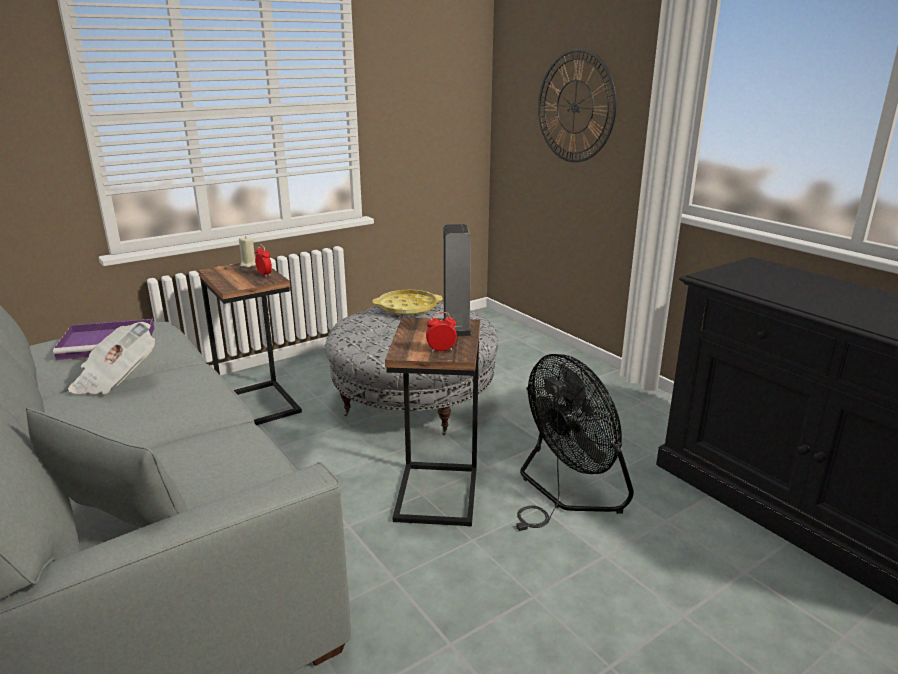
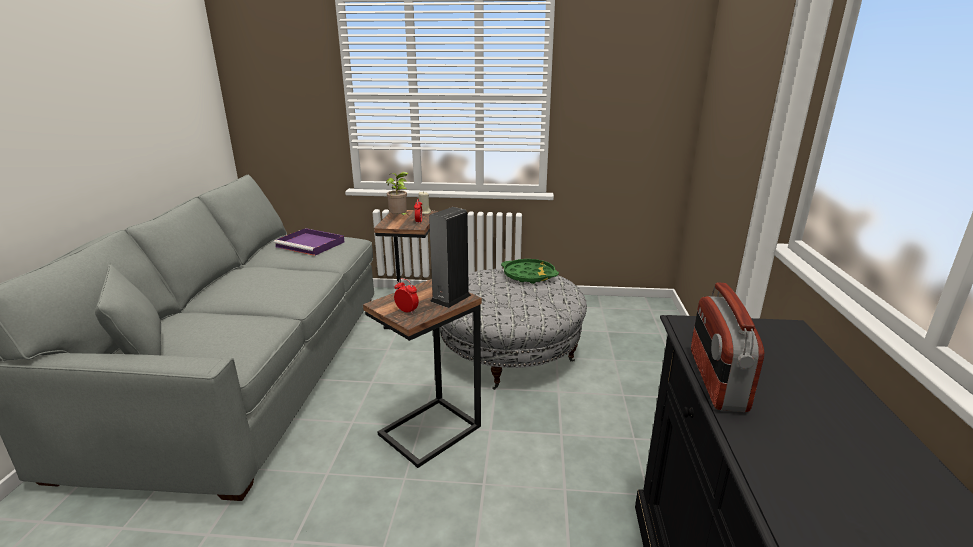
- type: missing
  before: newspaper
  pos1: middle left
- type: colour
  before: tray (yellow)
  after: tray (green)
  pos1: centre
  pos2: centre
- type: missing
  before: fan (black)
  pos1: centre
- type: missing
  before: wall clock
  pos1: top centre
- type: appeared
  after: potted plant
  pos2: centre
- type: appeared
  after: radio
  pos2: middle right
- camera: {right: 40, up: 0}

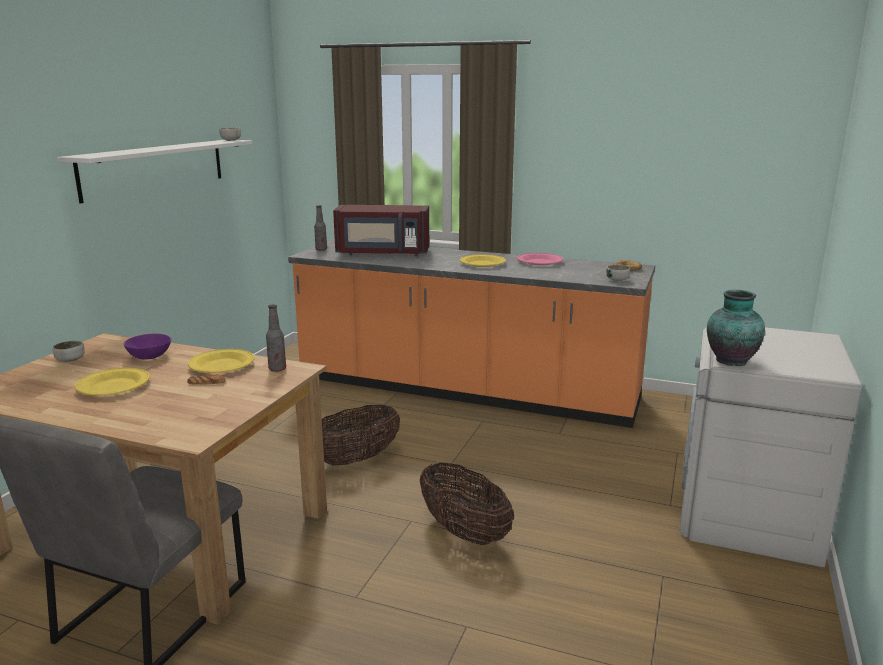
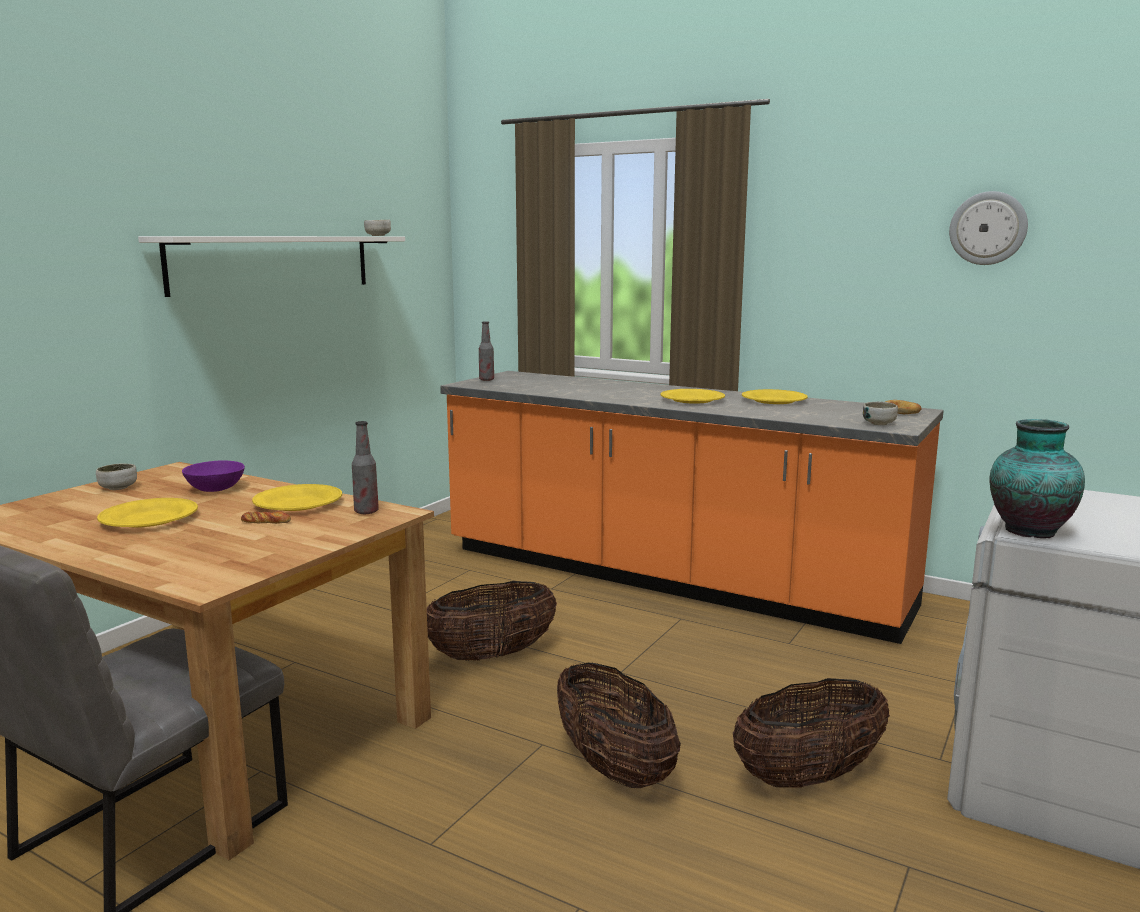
- type: missing
  before: microwave (red)
  pos1: centre
- type: colour
  before: plate (pink)
  after: plate (yellow) (no. 4 from left)
  pos1: centre
  pos2: middle right
- type: appeared
  after: basket (no. 3 from left)
  pos2: bottom right
- type: appeared
  after: wall clock
  pos2: top right
- camera: {right: 10, up: -5}

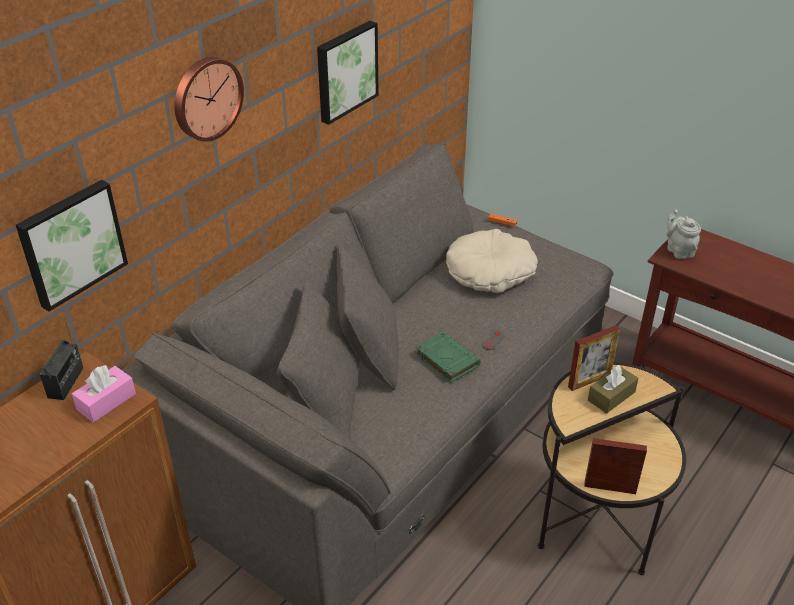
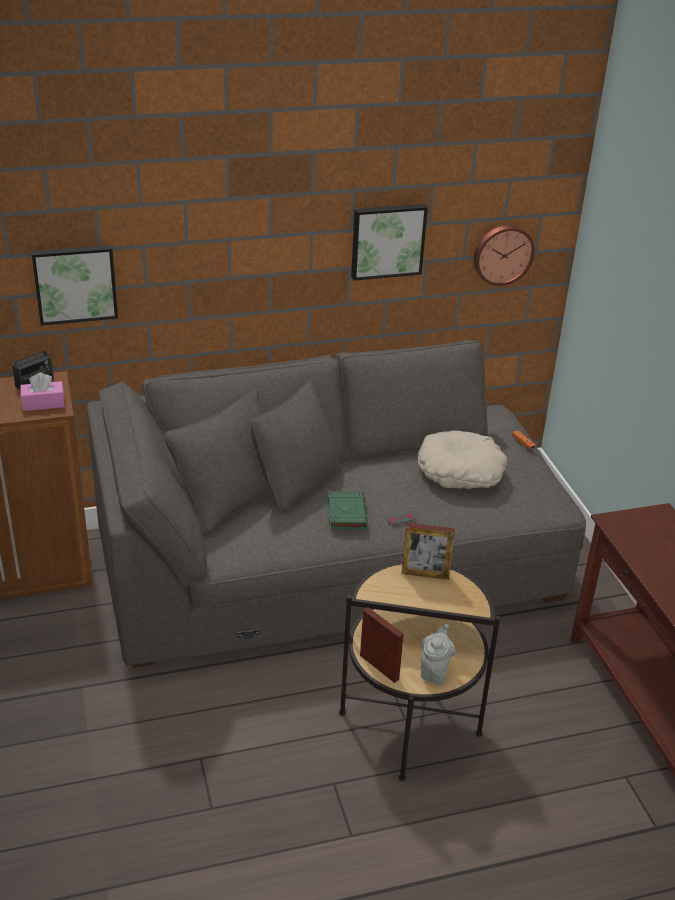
- type: relocated
  before: wall clock
  pos1: top left
  pos2: top right
- type: missing
  before: tissue box (brown)
  pos1: middle right
- type: relocated
  before: teapot (grey)
  pos1: middle right
  pos2: bottom centre
- camera: {right: 35, up: -5}

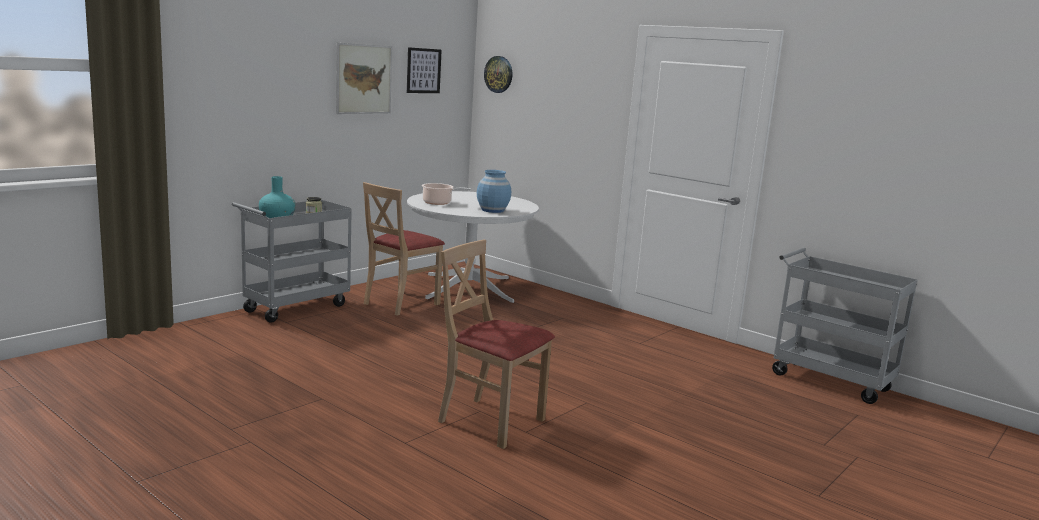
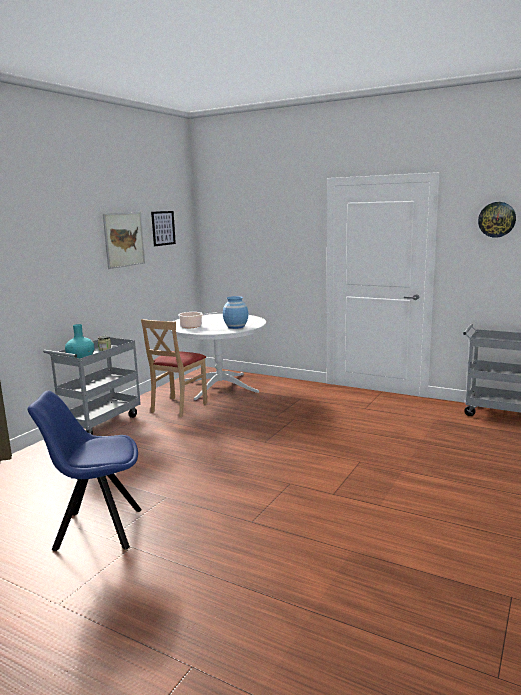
- type: missing
  before: chair (beige) (no. 2 from left)
  pos1: centre
- type: relocated
  before: wall clock
  pos1: top centre
  pos2: top right
- type: appeared
  after: chair (blue)
  pos2: bottom left
- camera: {right: -10, up: 0}

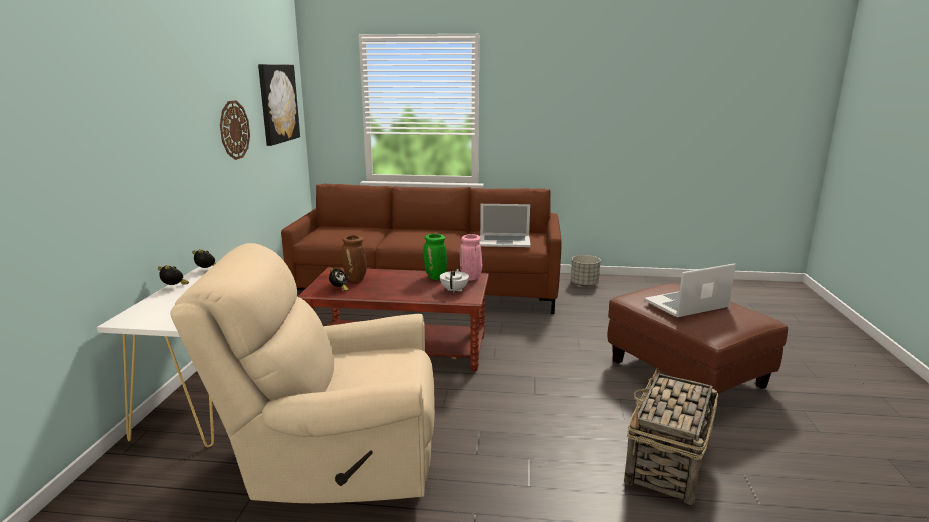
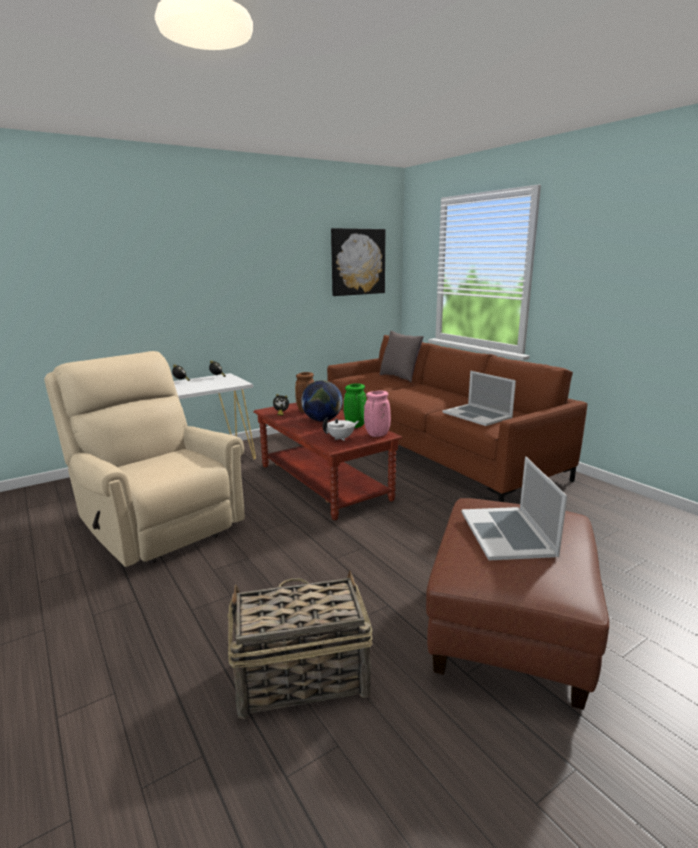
- type: missing
  before: wall clock
  pos1: top left
- type: missing
  before: planter (grey)
  pos1: centre
- type: spun
  before: laptop (no. 2 from left)
  pos1: middle right
  pos2: middle right
  turn: -120
- type: appeared
  after: globe
  pos2: centre
- type: appeared
  after: pillow (grey)
  pos2: centre
- camera: {right: 50, up: 0}

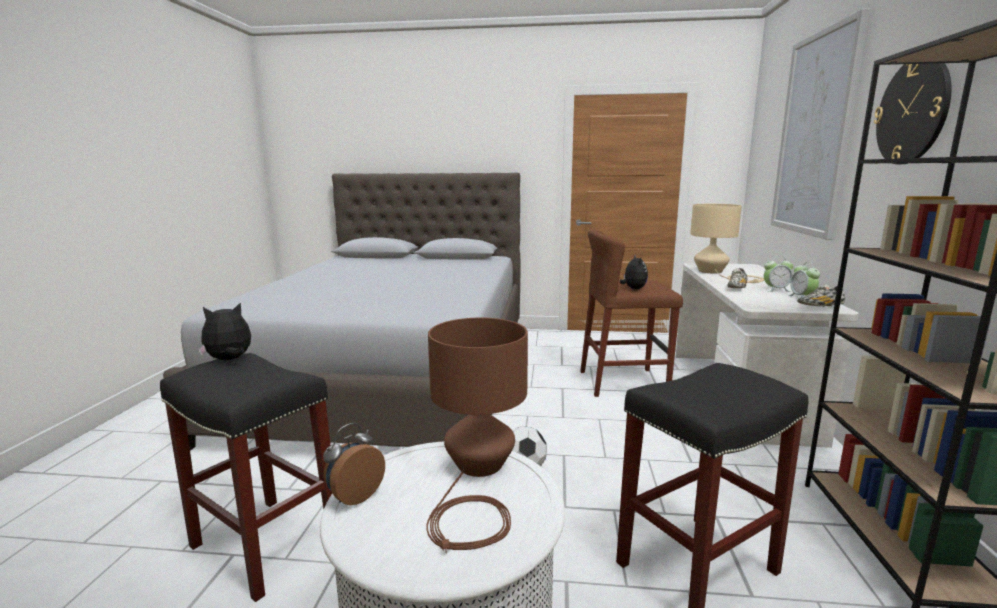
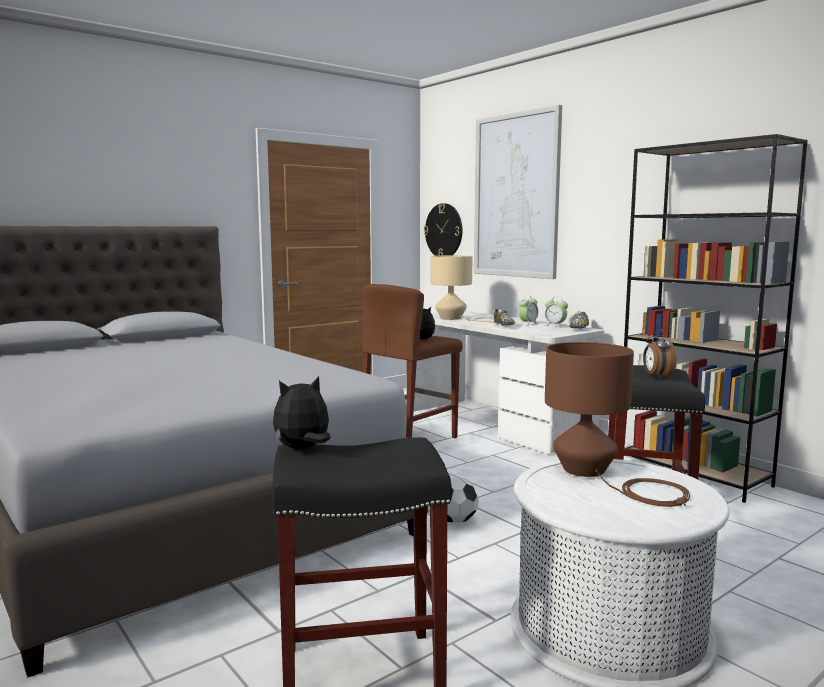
- type: spun
  before: plush toy (no. 1 from left)
  pos1: middle left
  pos2: centre
  turn: 45
- type: relocated
  before: alarm clock (no. 1 from left in the first image)
  after: alarm clock (no. 3 from left)
  pos1: bottom centre
  pos2: middle right
- type: relocated
  before: wall clock
  pos1: top right
  pos2: centre
- camera: {right: -45, up: -5}

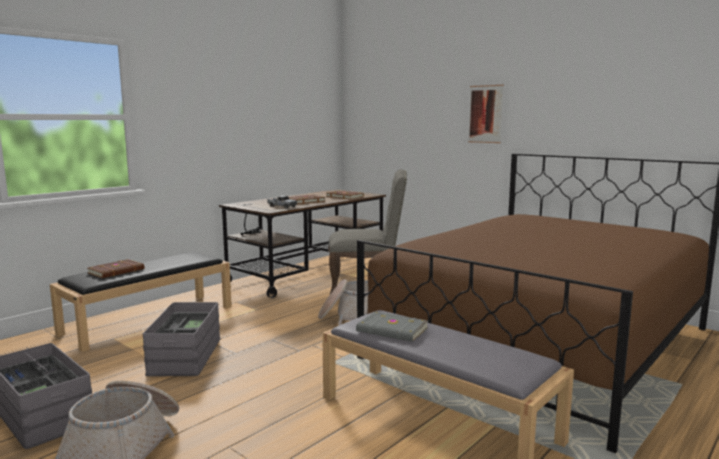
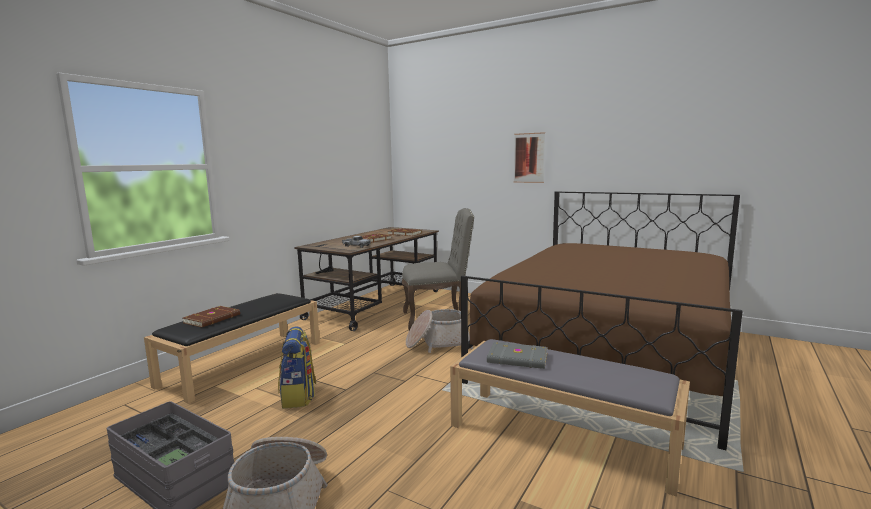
- type: exchanged
  before: storage box (grey) (no. 2 from left)
  after: backpack
  pos1: bottom left
  pos2: bottom centre
- camera: {right: -10, up: 0}

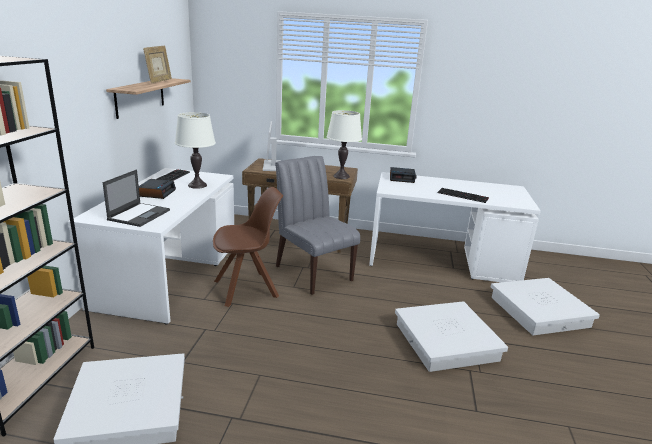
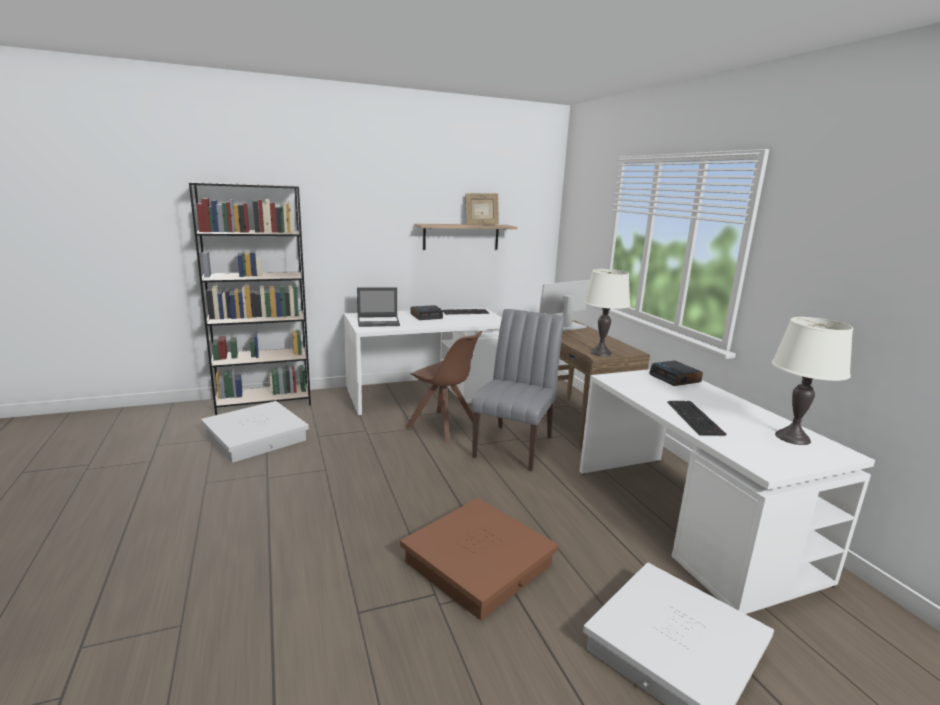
- type: relocated
  before: table lamp (white) (no. 1 from left in the first image)
  after: table lamp (white) (no. 2 from left)
  pos1: middle left
  pos2: middle right
- type: colour
  before: storage box (white) (no. 2 from left)
  after: storage box (brown)
  pos1: bottom right
  pos2: bottom centre
- camera: {right: 60, up: -5}

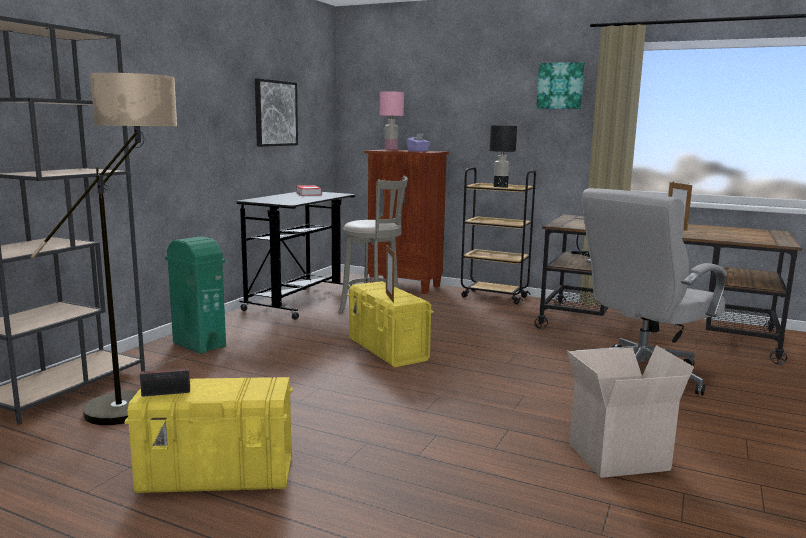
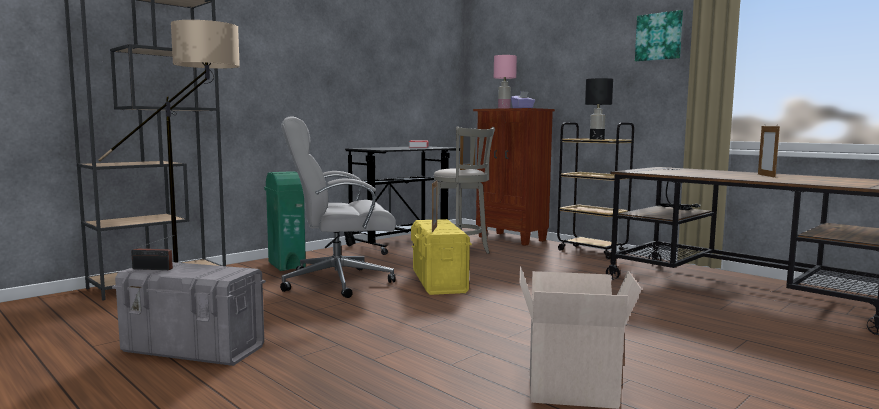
- type: colour
  before: storage box (yellow) (no. 1 from left)
  after: storage box (grey)
  pos1: bottom left
  pos2: bottom left
- type: missing
  before: picture (no. 1 from left)
  pos1: top centre
- type: relocated
  before: office chair (grey)
  pos1: middle right
  pos2: centre
- camera: {right: 20, up: -5}

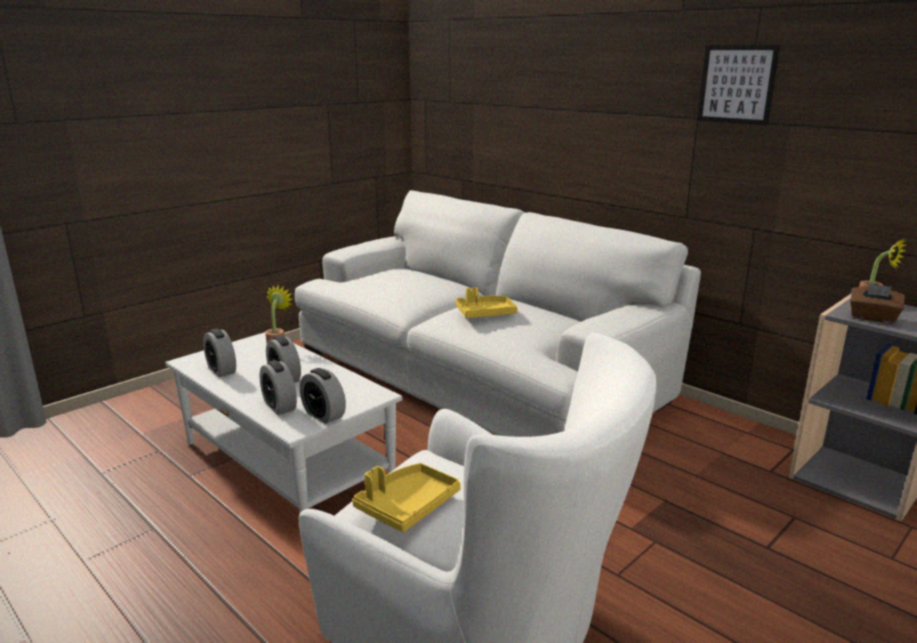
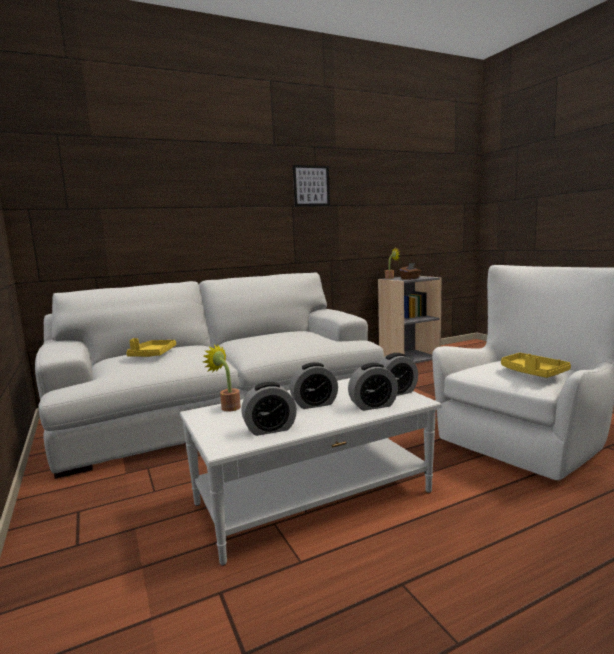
- type: relocated
  before: tray (yellow) (no. 2 from left in the first image)
  after: tray (yellow) (no. 1 from left)
  pos1: centre
  pos2: middle left
- camera: {right: -70, up: -10}

